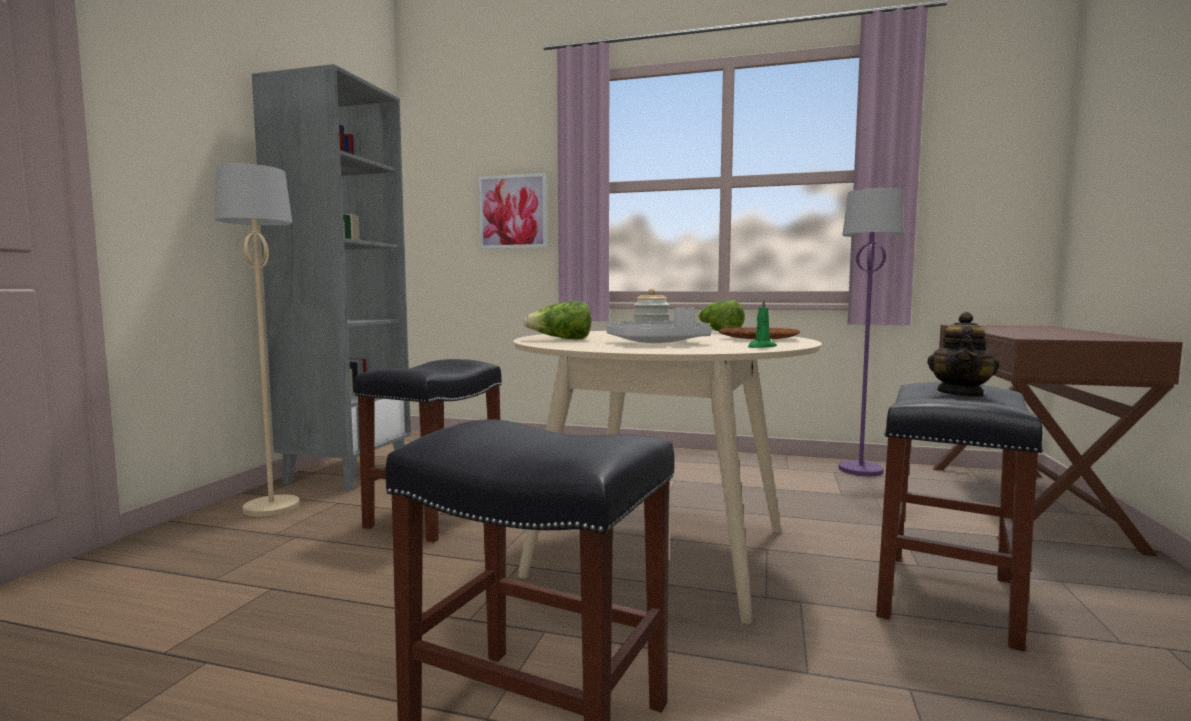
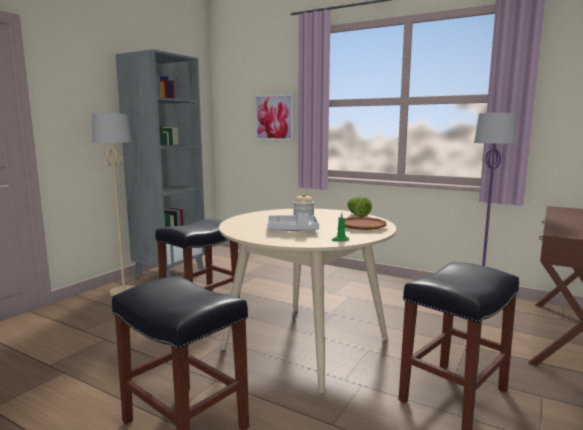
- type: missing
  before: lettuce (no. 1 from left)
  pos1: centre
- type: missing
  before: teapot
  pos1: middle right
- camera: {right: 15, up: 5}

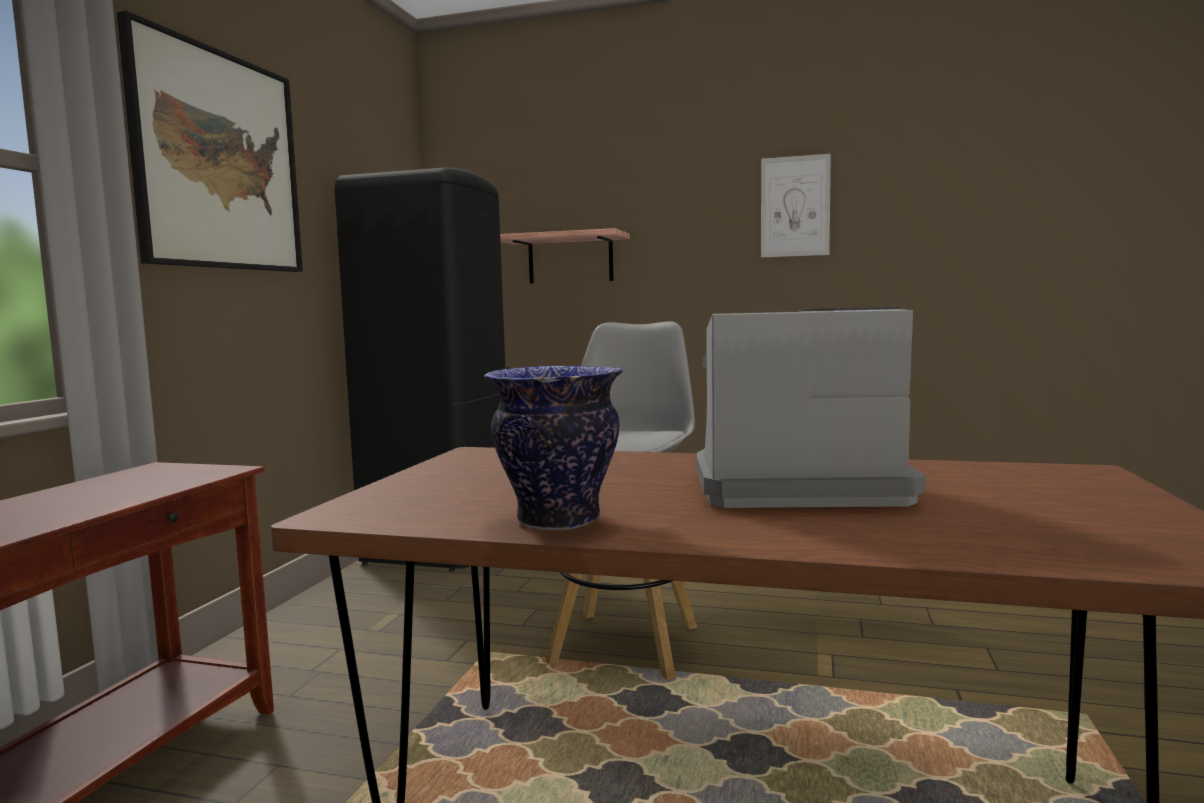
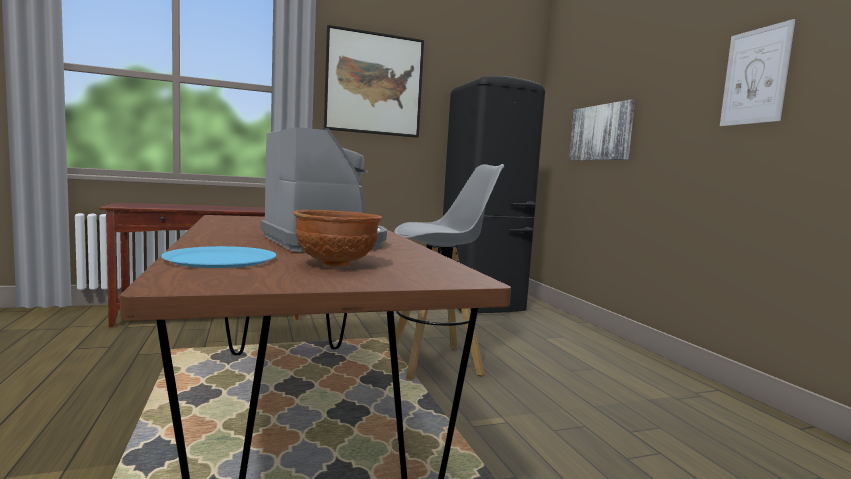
- type: missing
  before: vase
  pos1: centre
- type: exchanged
  before: shelf
  after: picture (no. 2 from left)
  pos1: top centre
  pos2: top right
- type: appeared
  after: plate (blue)
  pos2: middle left
- type: appeared
  after: bowl (brown)
  pos2: centre
- camera: {right: 55, up: 0}

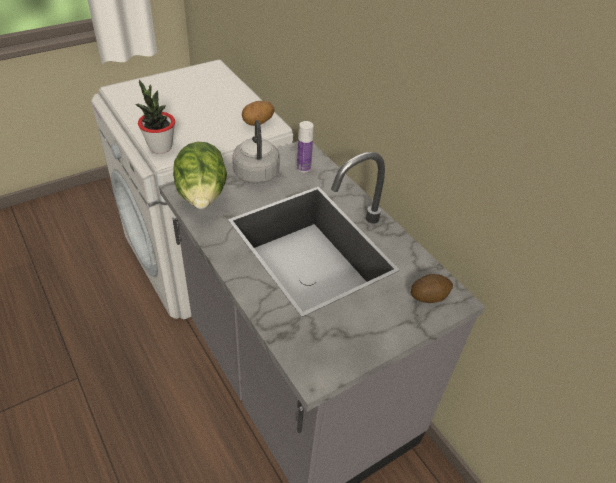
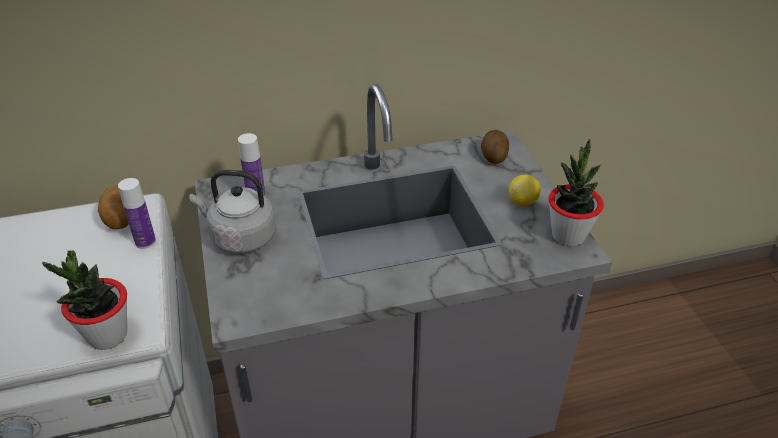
- type: missing
  before: lettuce
  pos1: middle left
- type: appeared
  after: bottle (no. 1 from left)
  pos2: middle left
- type: appeared
  after: lemon
  pos2: middle right
- type: appeared
  after: potted plant (no. 2 from left)
  pos2: middle right
- camera: {right: -70, up: -5}

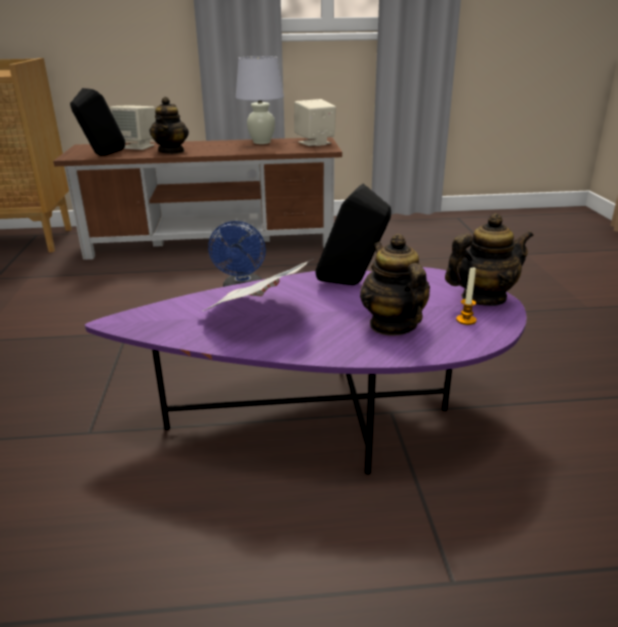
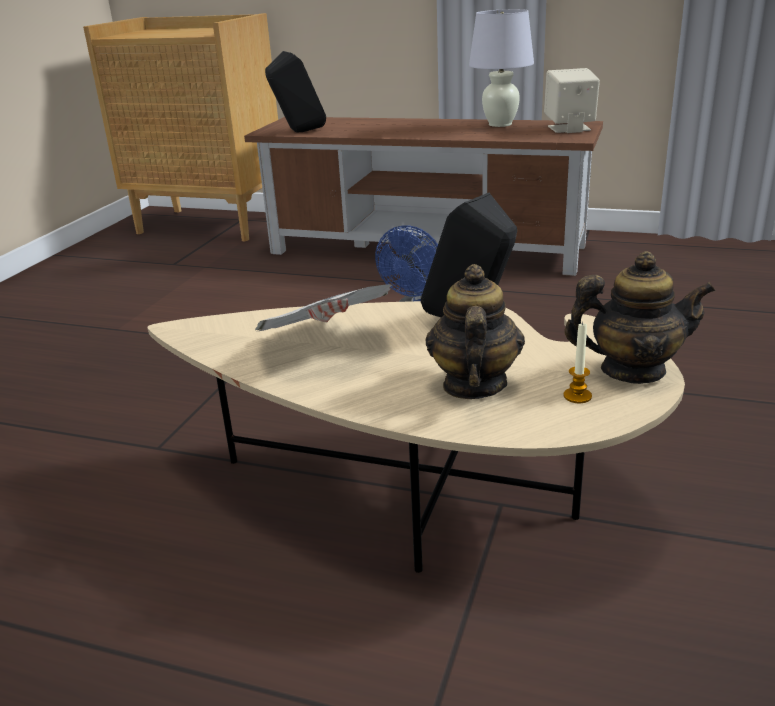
- type: colour
  before: coffee table (purple)
  after: coffee table (beige)
  pos1: centre
  pos2: centre
- type: missing
  before: speaker (beige) (no. 1 from left)
  pos1: top left
- type: missing
  before: teapot (no. 1 from left)
  pos1: top left
- camera: {right: 25, up: 0}

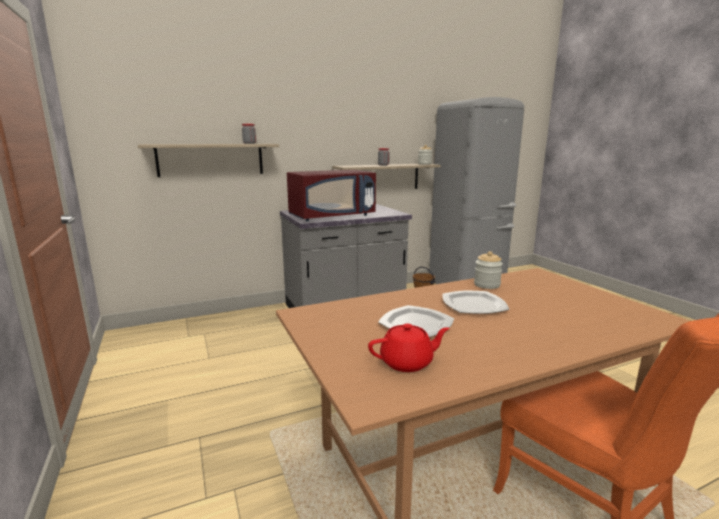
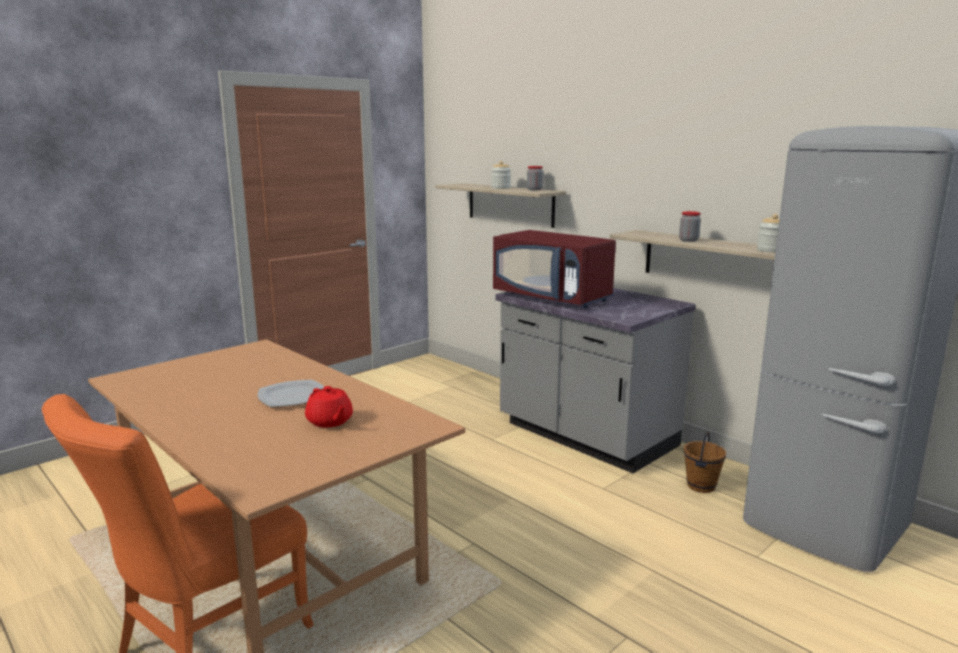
- type: relocated
  before: teapot (red)
  pos1: bottom centre
  pos2: centre
- type: missing
  before: plate (no. 1 from left)
  pos1: centre
- type: relocated
  before: jar (no. 4 from left in the first image)
  after: jar (no. 1 from left)
  pos1: middle right
  pos2: top centre
- camera: {right: 70, up: 0}

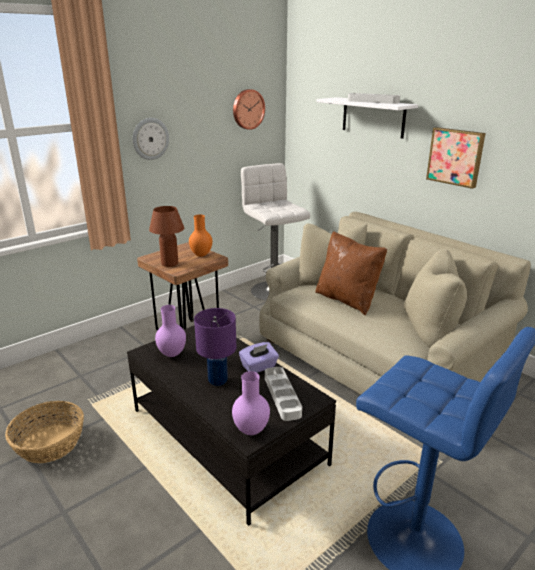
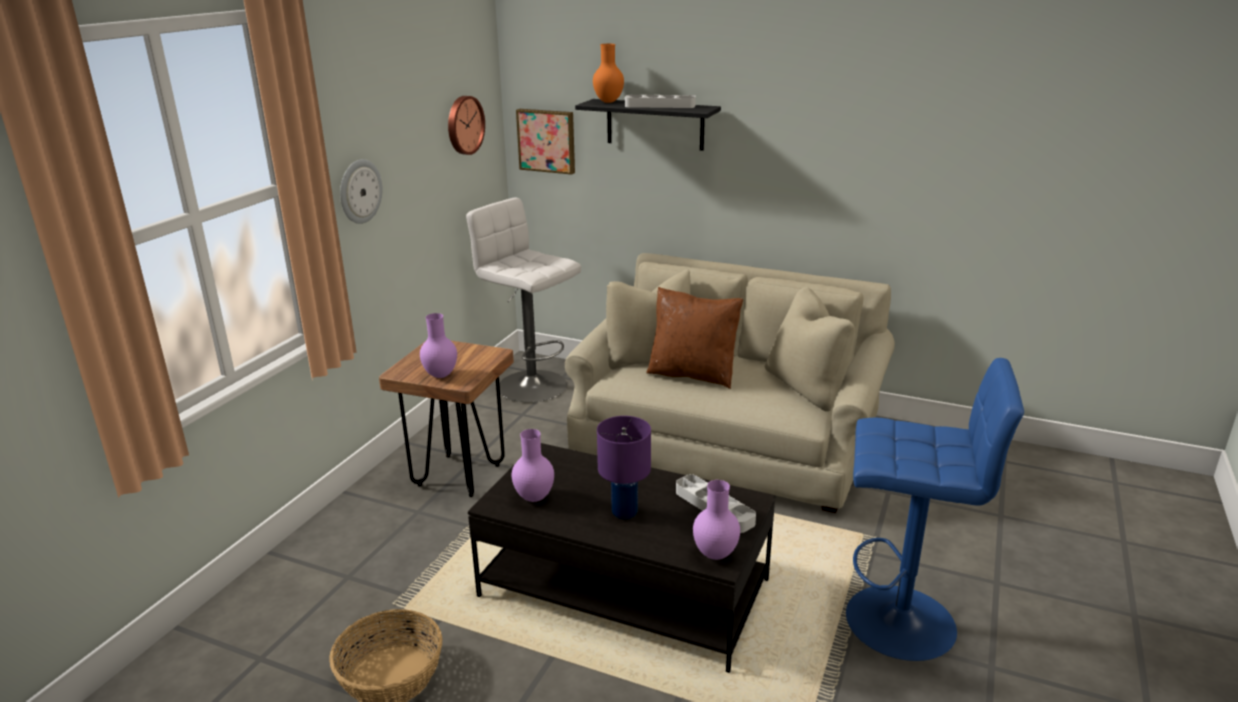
- type: exchanged
  before: table lamp (brown)
  after: vase (purple) (no. 1 from left)
  pos1: middle left
  pos2: centre
- type: relocated
  before: vase (orange)
  pos1: centre
  pos2: top centre
- type: missing
  before: tissue box (purple)
  pos1: centre
- type: colour
  before: shelf (white)
  after: shelf (black)
  pos1: top right
  pos2: top centre
- type: relocated
  before: picture
  pos1: top right
  pos2: top centre
- camera: {right: -25, up: 0}

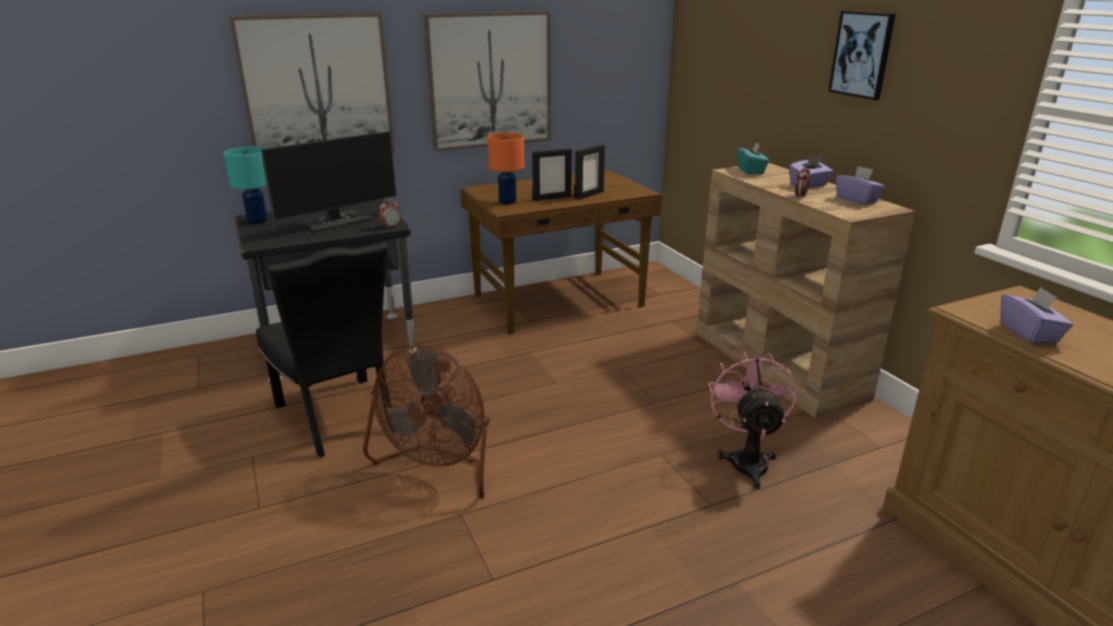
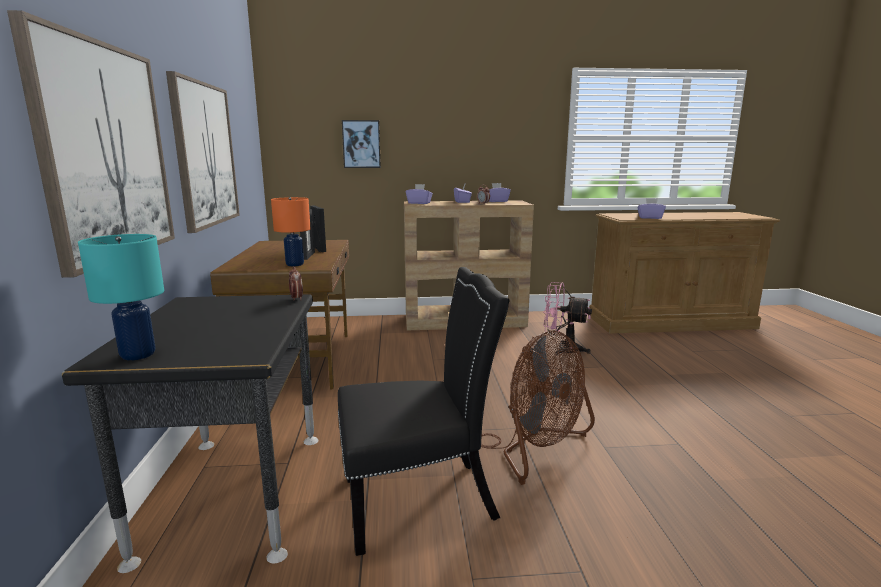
- type: missing
  before: monitor
  pos1: top left
- type: colour
  before: tissue box (turquoise)
  after: tissue box (purple) (no. 1 from left)
  pos1: top right
  pos2: top centre
- type: relocated
  before: picture (no. 3 from left)
  pos1: top right
  pos2: top centre
- camera: {right: -70, up: -10}

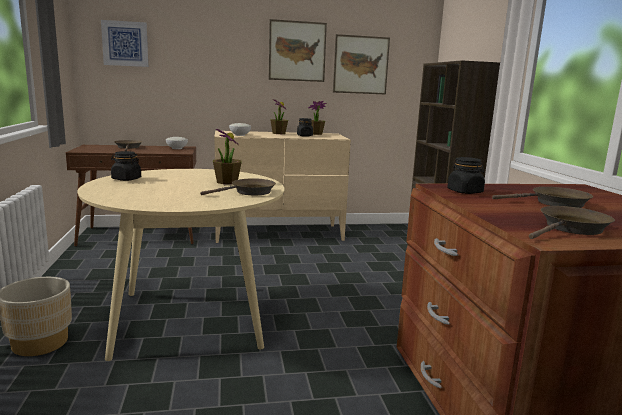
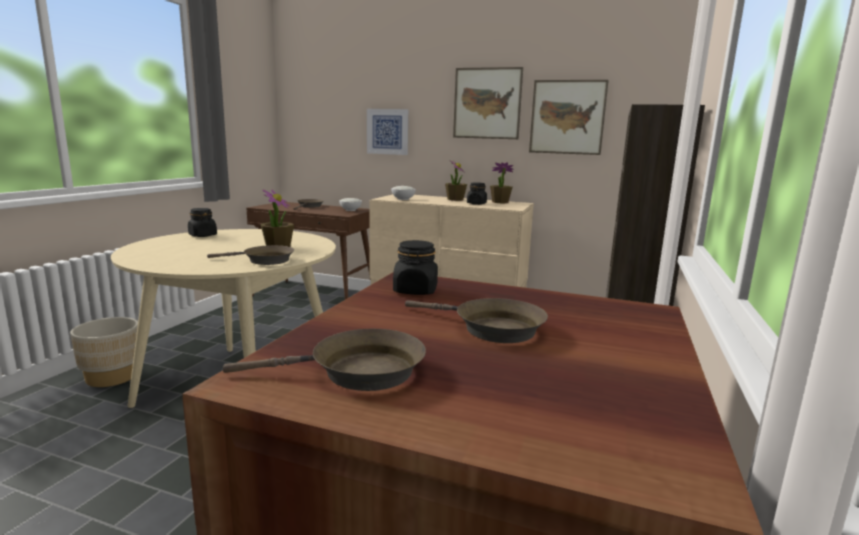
- type: relocated
  before: picture (no. 1 from left)
  pos1: top left
  pos2: top centre
- camera: {right: 30, up: 0}

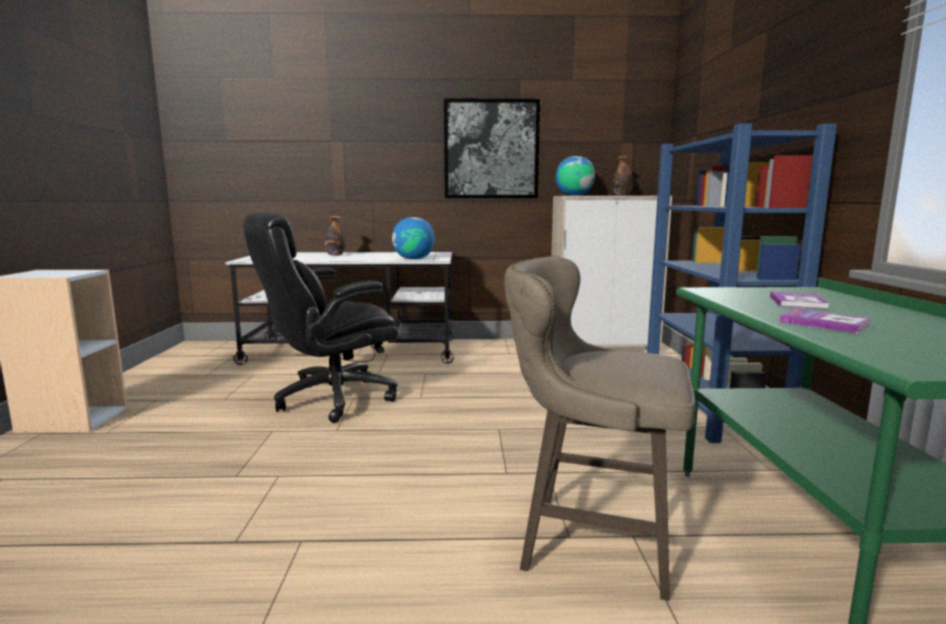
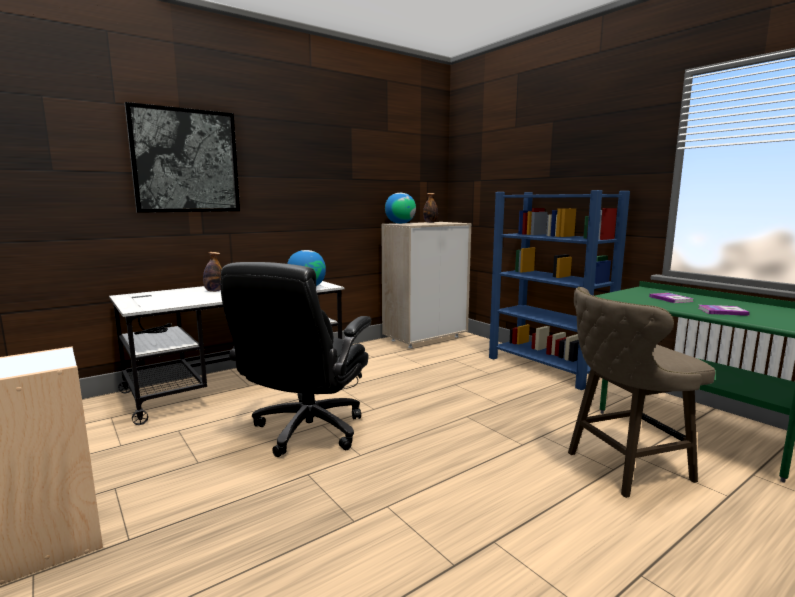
- type: relocated
  before: picture
  pos1: top centre
  pos2: top left
- camera: {right: -35, up: 0}

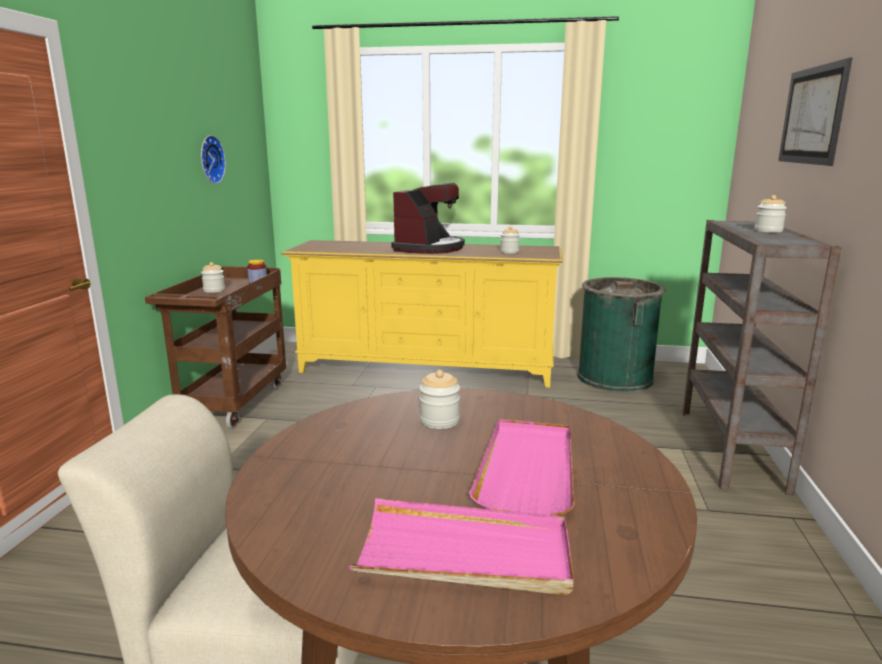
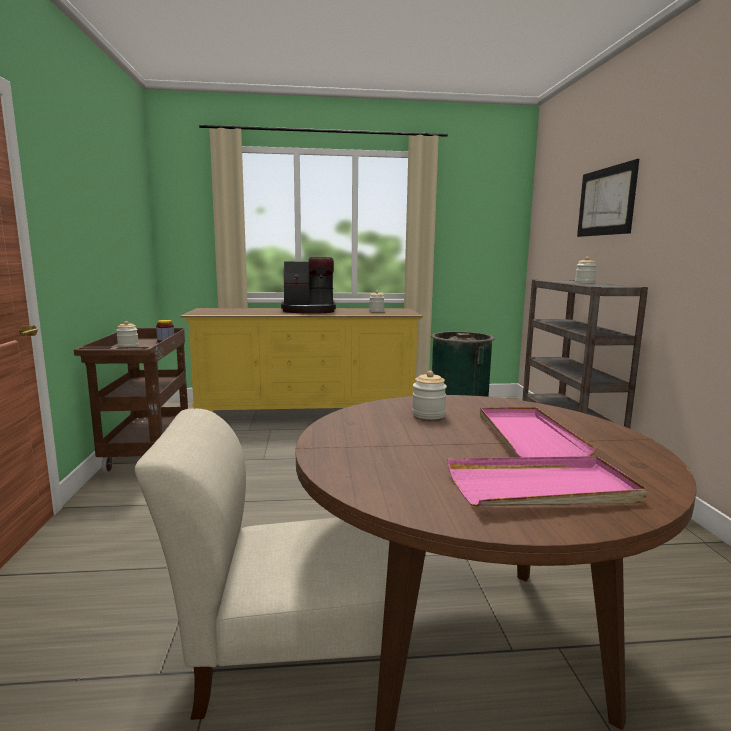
- type: missing
  before: wall clock
  pos1: top left
- type: spun
  before: coffee machine
  pos1: top centre
  pos2: centre
  turn: 75
- camera: {right: -15, up: -5}

